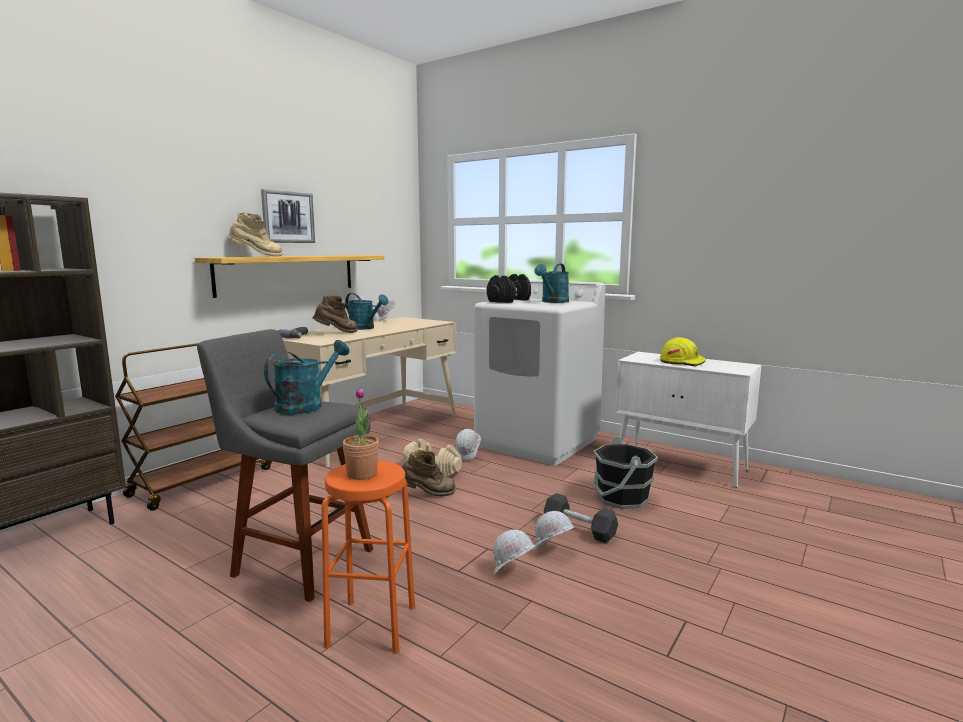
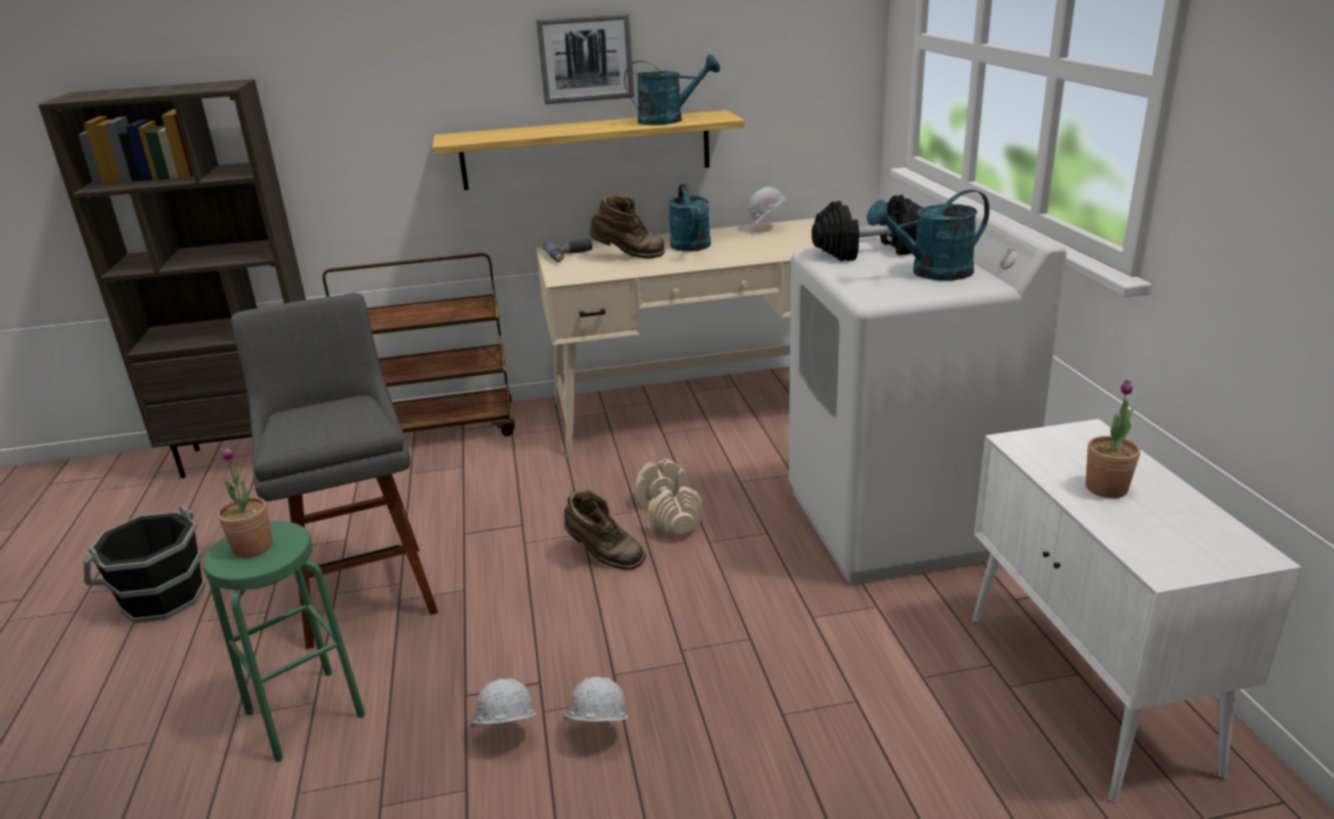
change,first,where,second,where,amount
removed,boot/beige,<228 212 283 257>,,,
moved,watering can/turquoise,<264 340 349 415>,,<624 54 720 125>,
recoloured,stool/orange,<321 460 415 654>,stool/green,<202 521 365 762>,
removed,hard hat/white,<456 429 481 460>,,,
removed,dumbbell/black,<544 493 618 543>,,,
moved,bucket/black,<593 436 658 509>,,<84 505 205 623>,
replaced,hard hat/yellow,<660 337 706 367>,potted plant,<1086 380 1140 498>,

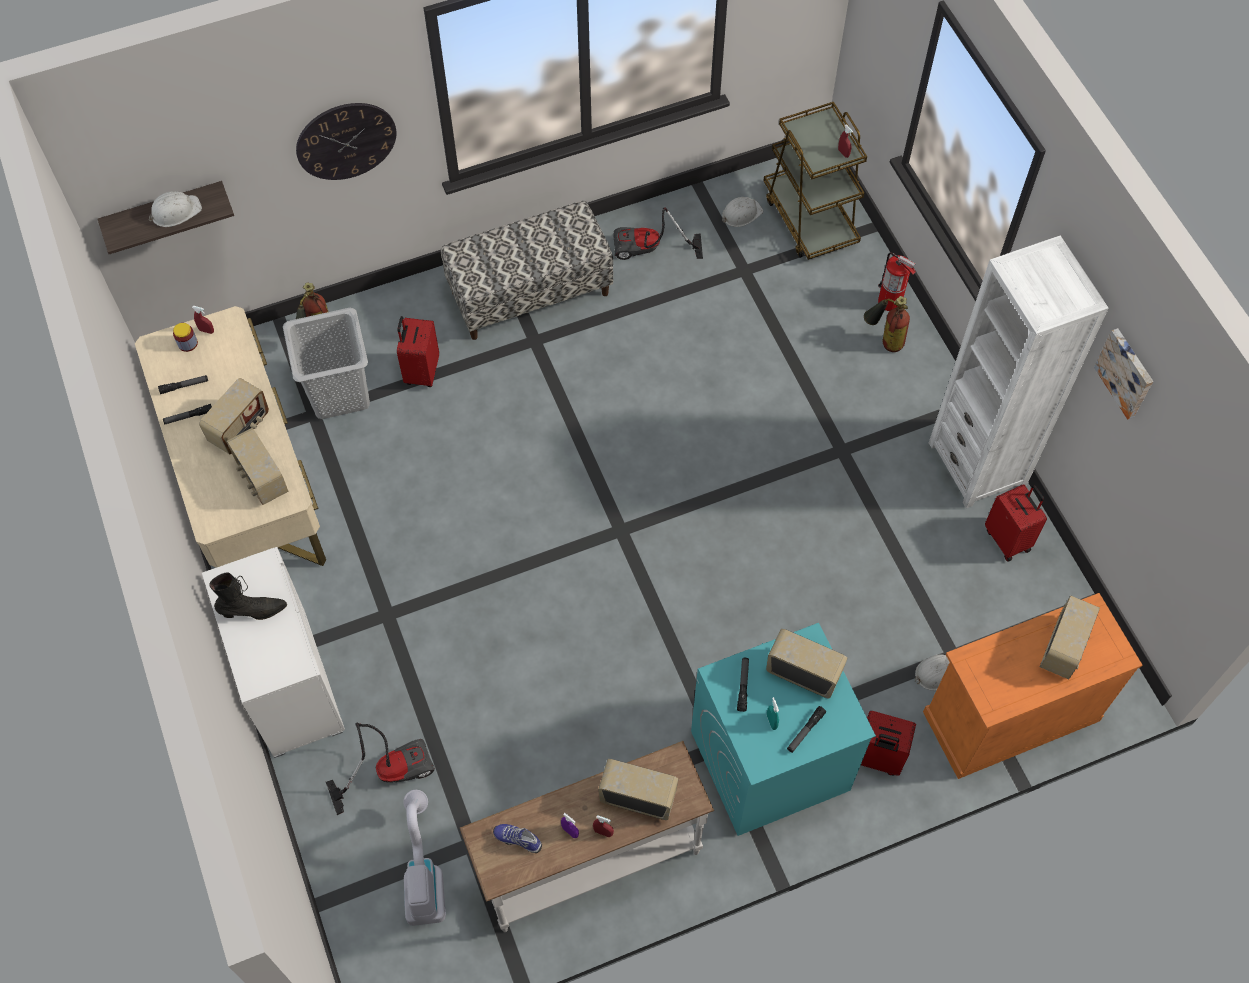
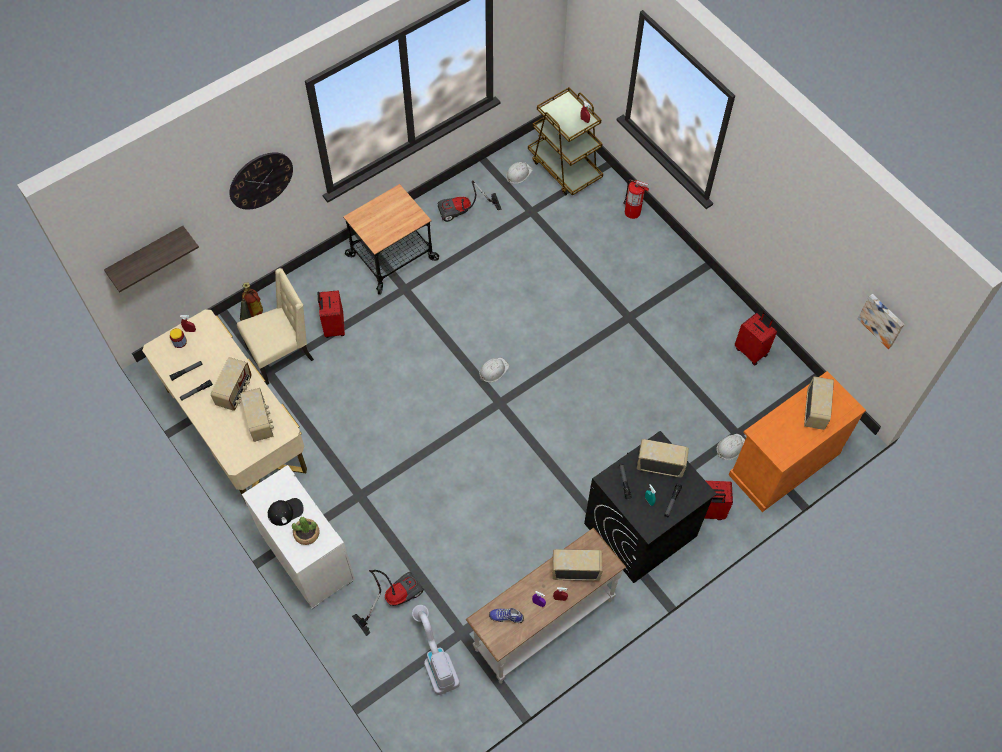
change,first,where,second,where,amount
moved,hard hat/white,<148 191 202 227>,,<479 358 509 382>,
replaced,boot/black,<210 572 287 620>,cap/black,<268 498 304 526>,
turned,radio,<227 428 288 505>,,<240 388 274 442>,150 degrees counterclockwise
replaced,laundry basket/grey,<283 308 370 419>,chair/beige,<237 268 314 385>,
replaced,bench,<441 201 613 340>,cart,<343 184 439 295>,
recoloured,washing machine/turquoise,<691 623 876 836>,washing machine/black,<584 431 717 583>,
removed,fire extinguisher,<864 296 910 352>,,,
removed,bookcase/white,<929 236 1109 508>,,,
moved,picture,<1094 328 1153 419>,,<858 294 904 349>,
added,,,potted plant,<292 517 319 545>,

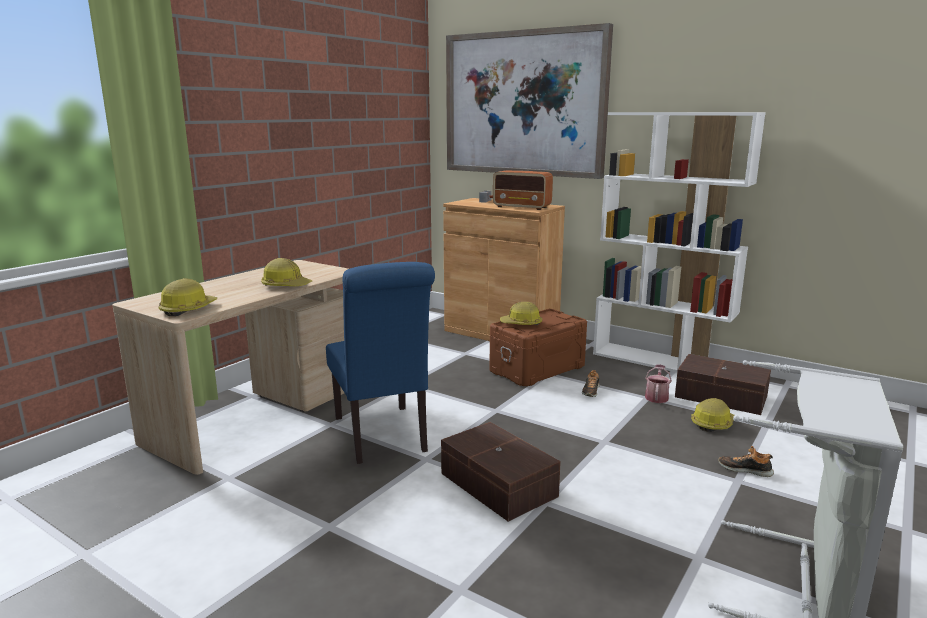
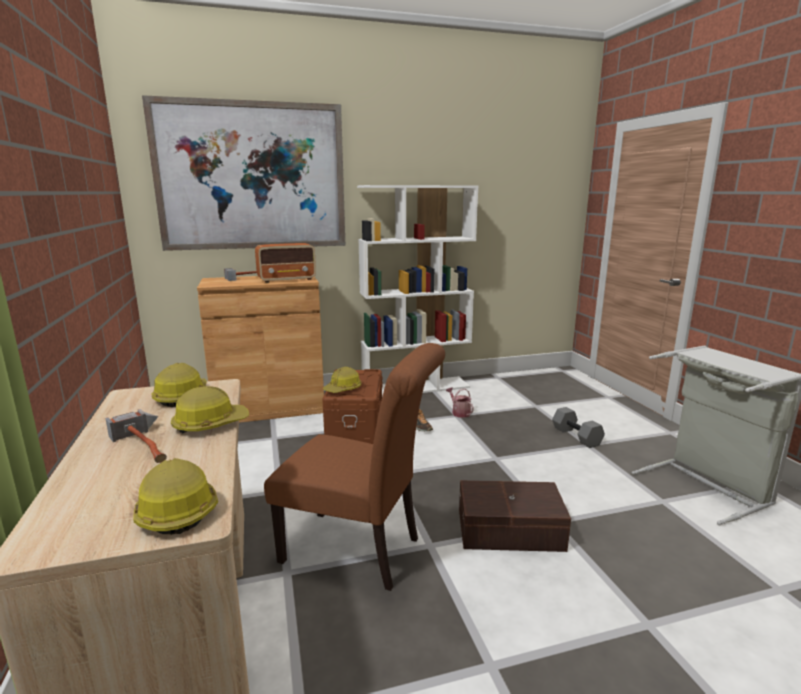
change,first,where,second,where,amount
recoloured,chair/blue,<326 262 435 464>,chair/brown,<264 343 445 591>,
removed,storage box/brown,<675 354 771 415>,,,
moved,hard hat,<691 398 735 432>,,<151 363 207 407>,
replaced,shoe,<718 446 774 477>,dumbbell/grey,<552 407 605 448>,
added,,,hammer,<105 409 167 463>,

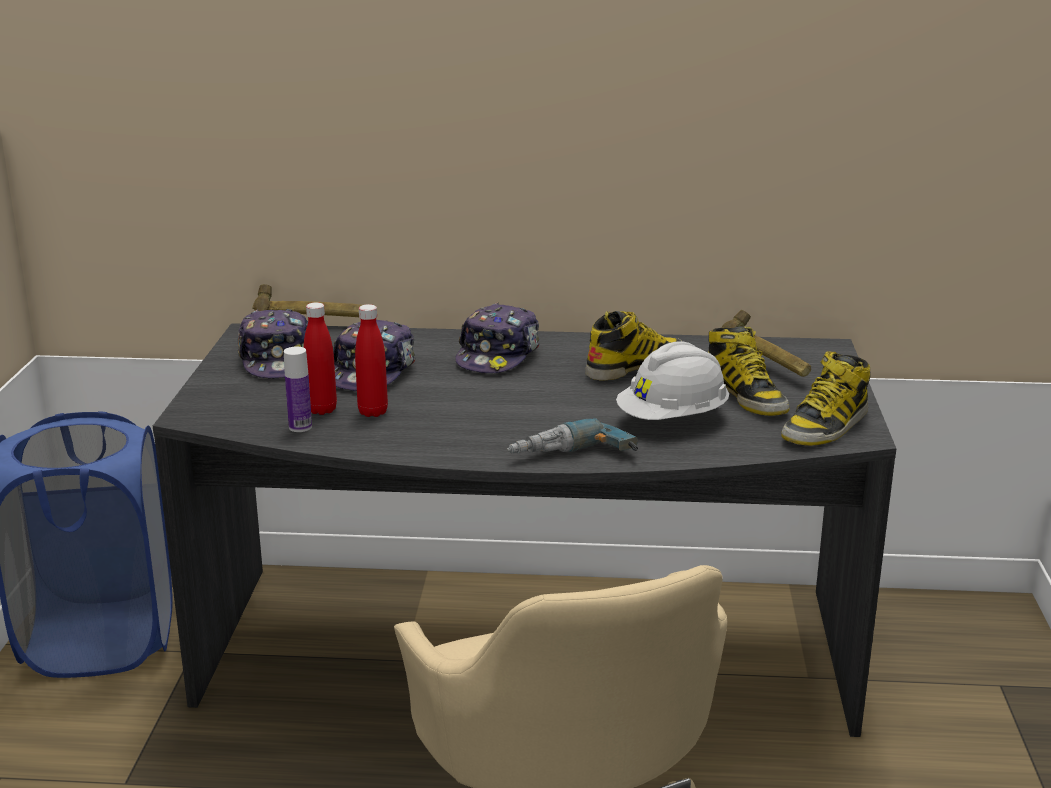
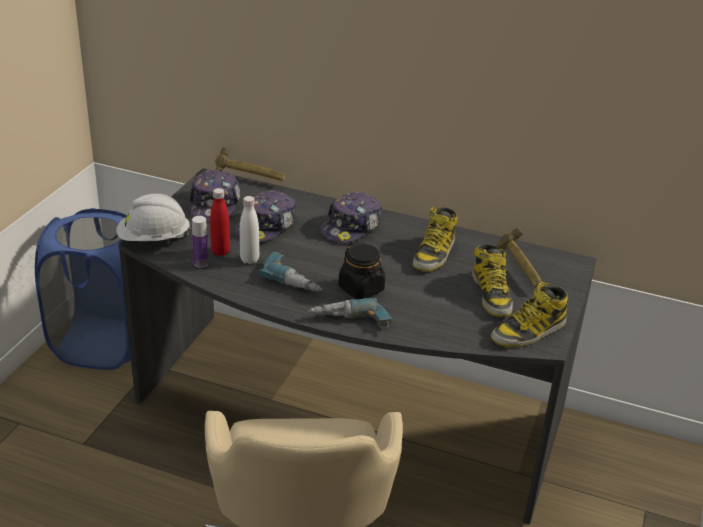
change,first,where,second,where,amount
recoloured,bottle/red,<355 304 388 417>,bottle/white,<240 196 259 264>,
turned,boot,<585 311 683 381>,,<413 207 458 271>,135 degrees clockwise
moved,hard hat/white,<616 342 729 420>,,<117 194 191 241>,
added,,,power drill,<259 251 322 292>,
added,,,jar/black,<338 243 385 299>,

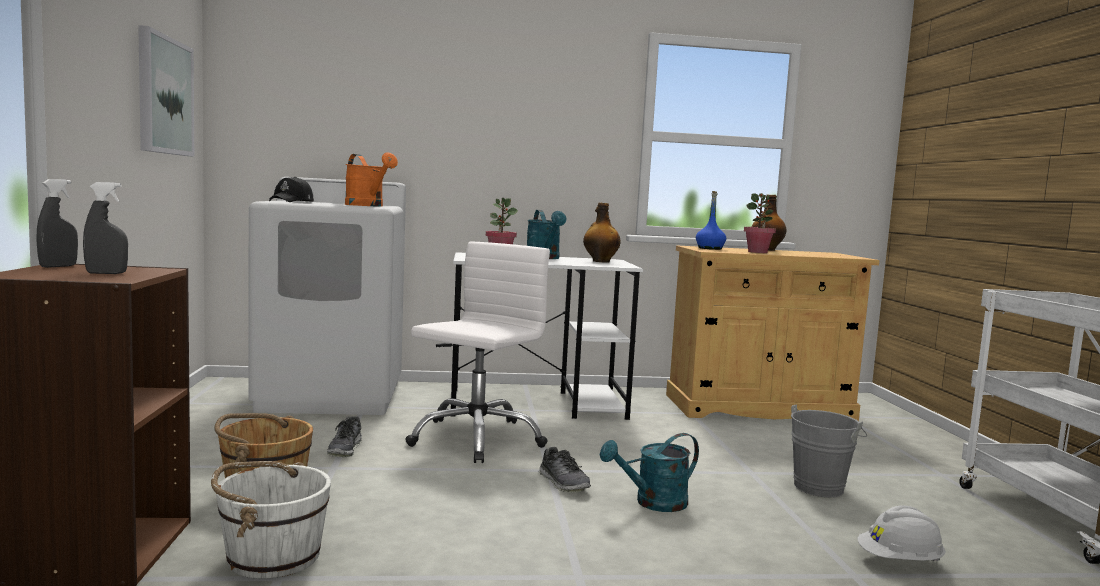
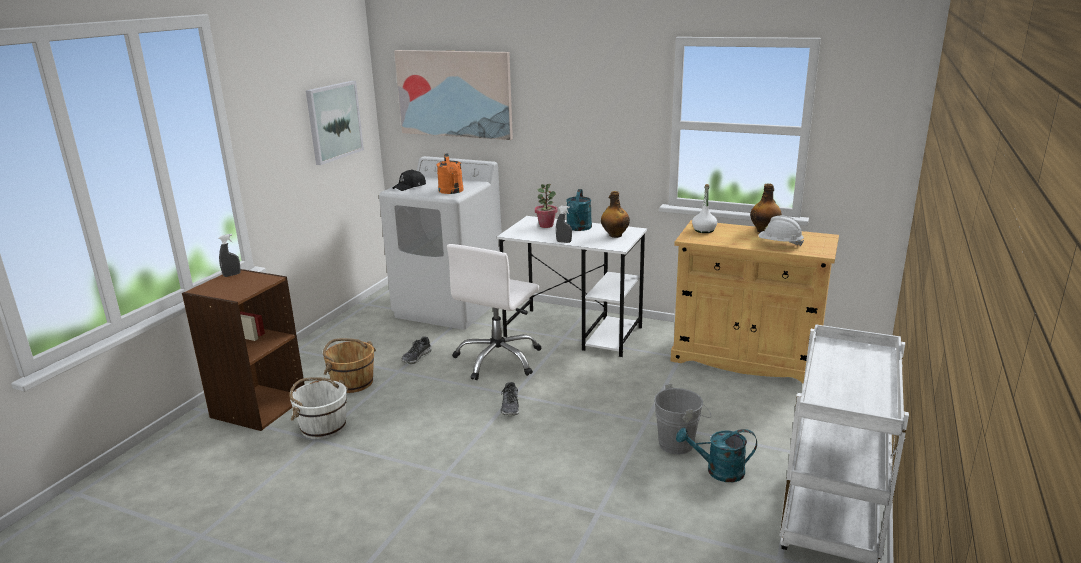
change,first,where,second,where,amount
moved,spray bottle/grey,<83 182 128 274>,,<556 206 572 243>,
turned,office chair/white,<405 242 550 463>,,<447 244 541 380>,150 degrees clockwise
moved,watering can/turquoise,<600 433 699 512>,,<676 428 757 482>,
recoloured,bottle/blue,<696 191 726 250>,bottle/white,<692 184 717 233>,
removed,potted plant,<744 193 776 253>,,,
moved,hard hat/white,<857 505 946 562>,,<758 216 804 246>,
added,,,picture,<394 50 513 140>,

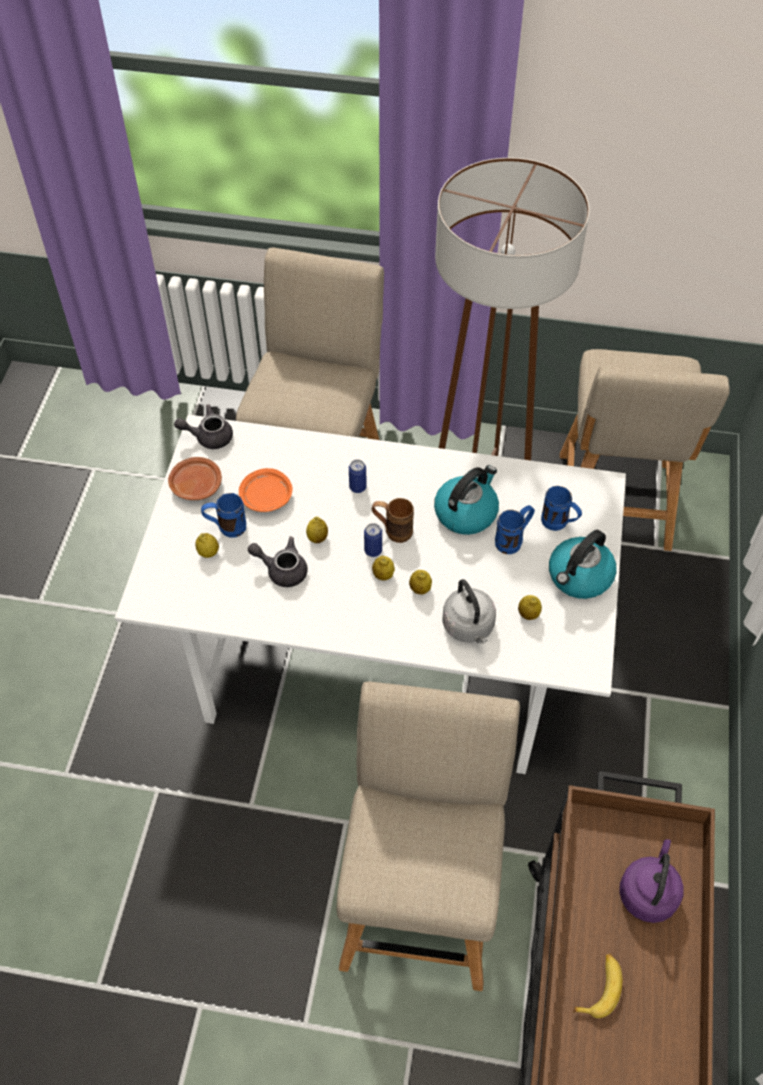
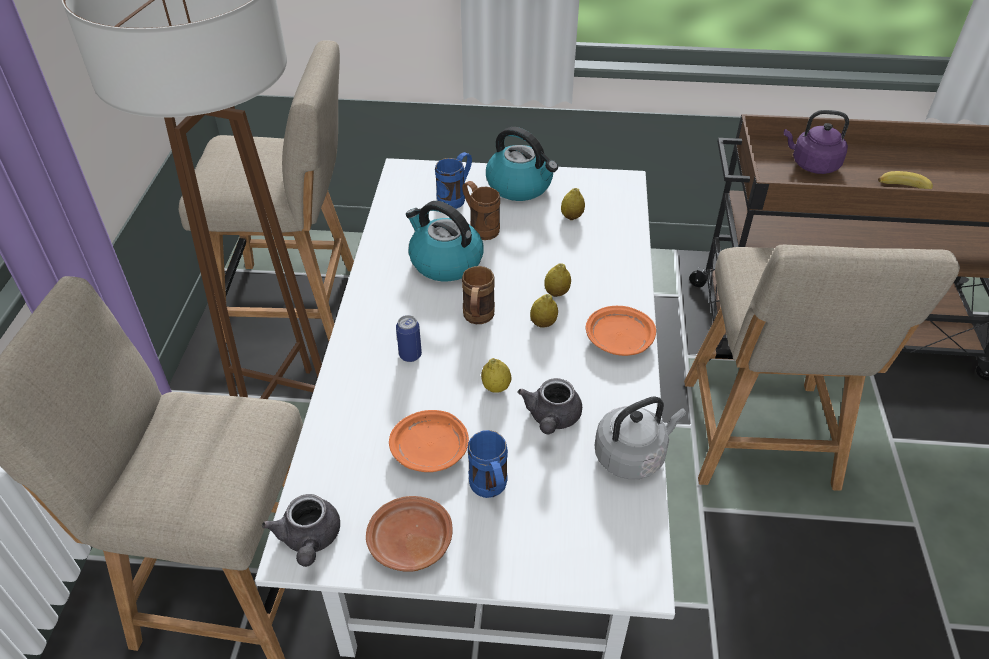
change,first,where,second,where,amount
removed,lemon,<195 533 219 558>,,,
turned,chair/beige,<337 682 520 991>,,<684 245 960 491>,90 degrees counterclockwise
removed,can,<364 523 382 557>,,,
moved,kettle/grey,<442 579 496 644>,,<594 396 686 479>,
recoloured,mug/blue,<495 505 535 554>,mug/brown,<462 181 500 240>,
added,,,plate/orange,<586 306 656 356>,

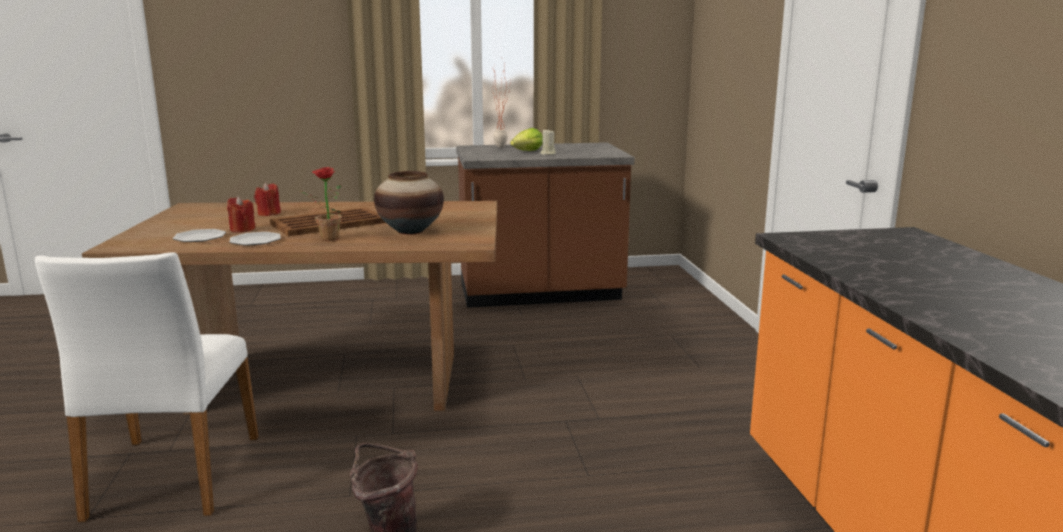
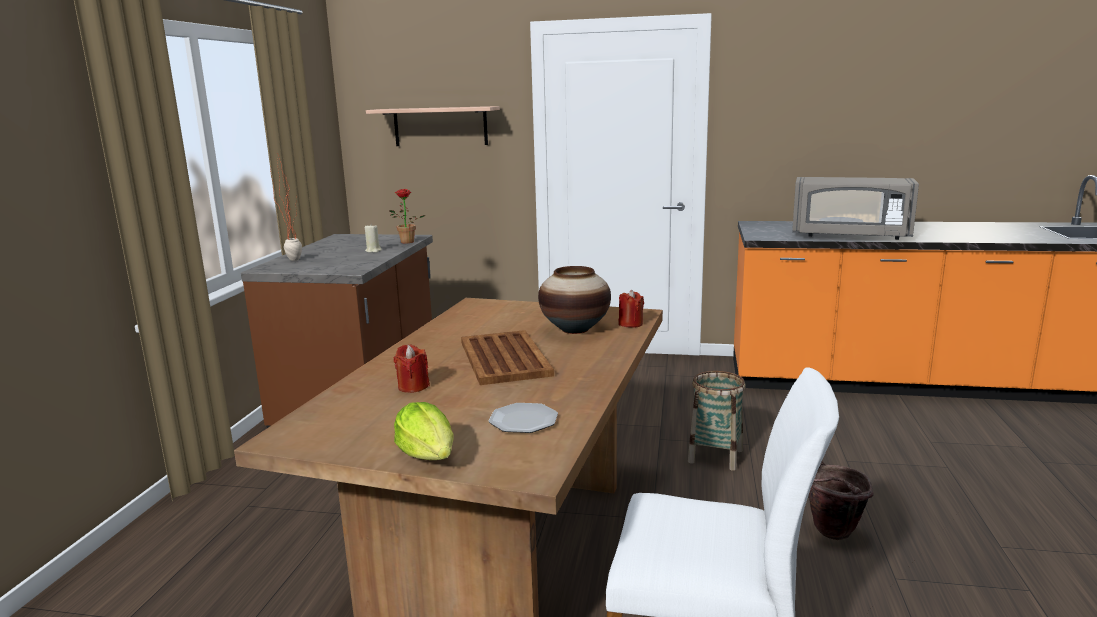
change,first,where,second,where,amount
moved,candle/red,<227 196 255 233>,,<619 290 644 328>,
removed,plate,<230 232 281 245>,,,
moved,potted plant,<300 167 342 241>,,<389 189 426 243>,
moved,lettuce,<510 128 543 151>,,<394 402 453 460>,
added,,,shelf,<366 106 500 146>,
added,,,basket,<688 371 746 471>,
added,,,microwave/grey,<792 177 919 240>,

